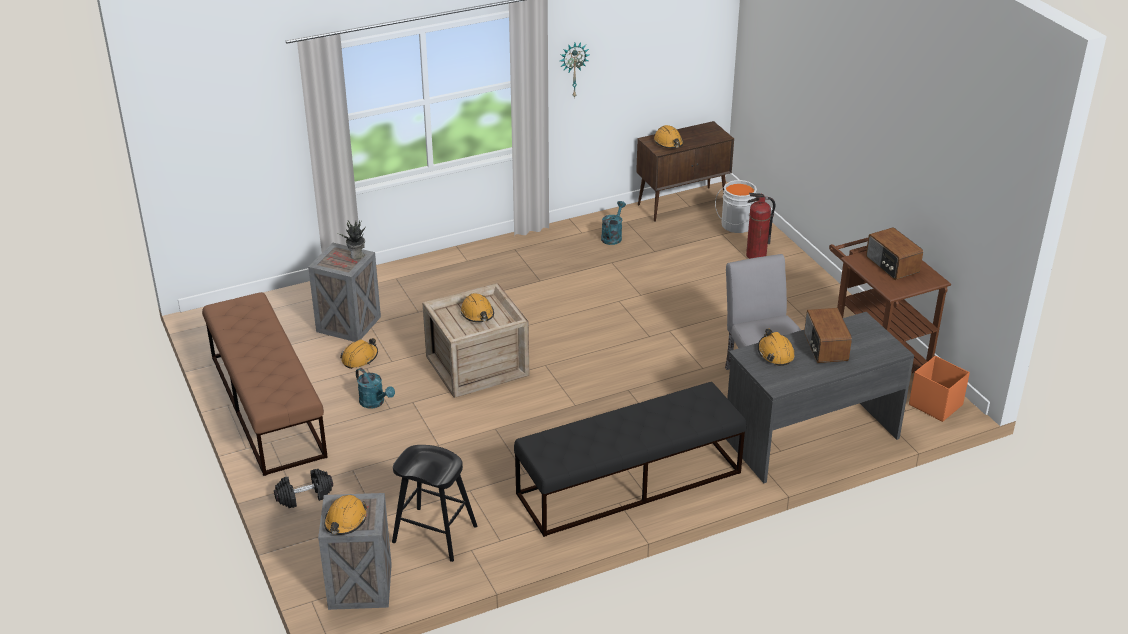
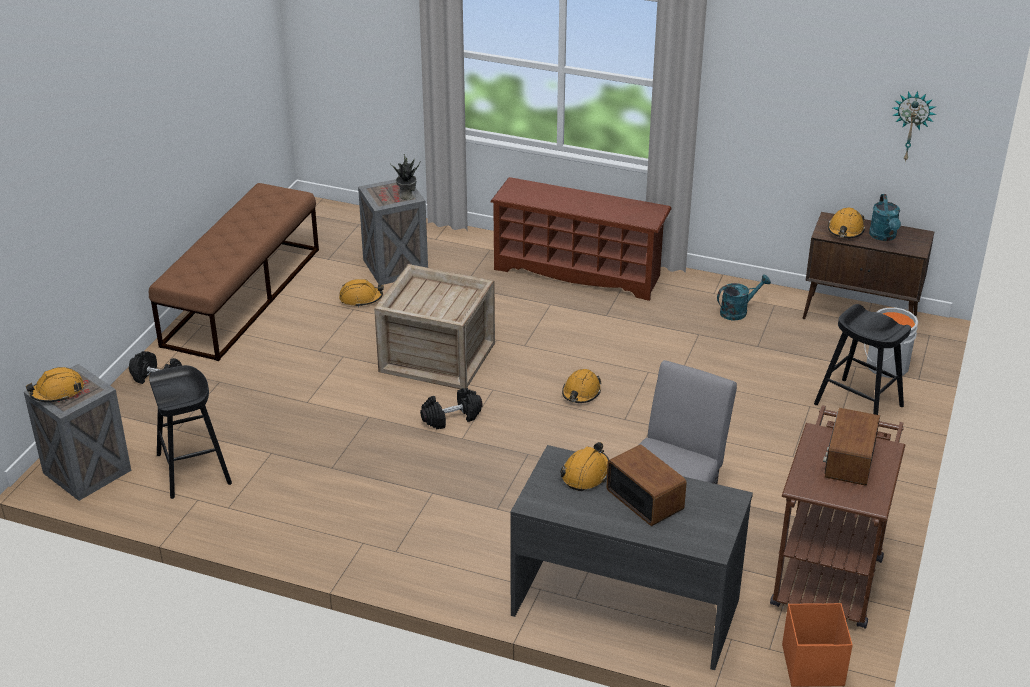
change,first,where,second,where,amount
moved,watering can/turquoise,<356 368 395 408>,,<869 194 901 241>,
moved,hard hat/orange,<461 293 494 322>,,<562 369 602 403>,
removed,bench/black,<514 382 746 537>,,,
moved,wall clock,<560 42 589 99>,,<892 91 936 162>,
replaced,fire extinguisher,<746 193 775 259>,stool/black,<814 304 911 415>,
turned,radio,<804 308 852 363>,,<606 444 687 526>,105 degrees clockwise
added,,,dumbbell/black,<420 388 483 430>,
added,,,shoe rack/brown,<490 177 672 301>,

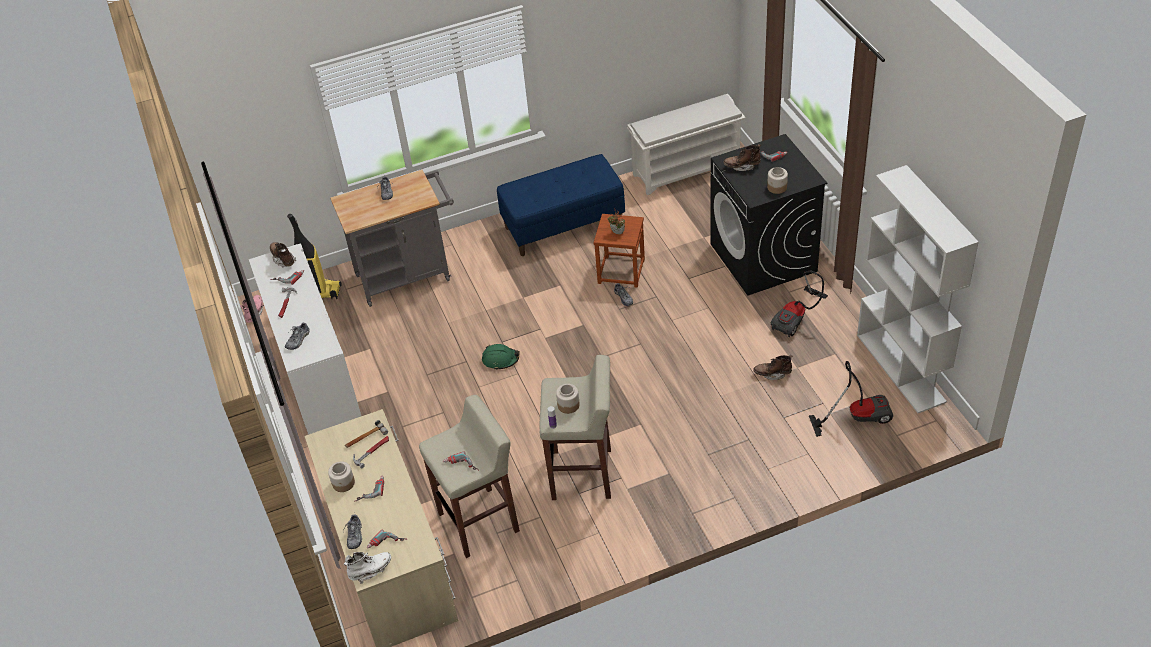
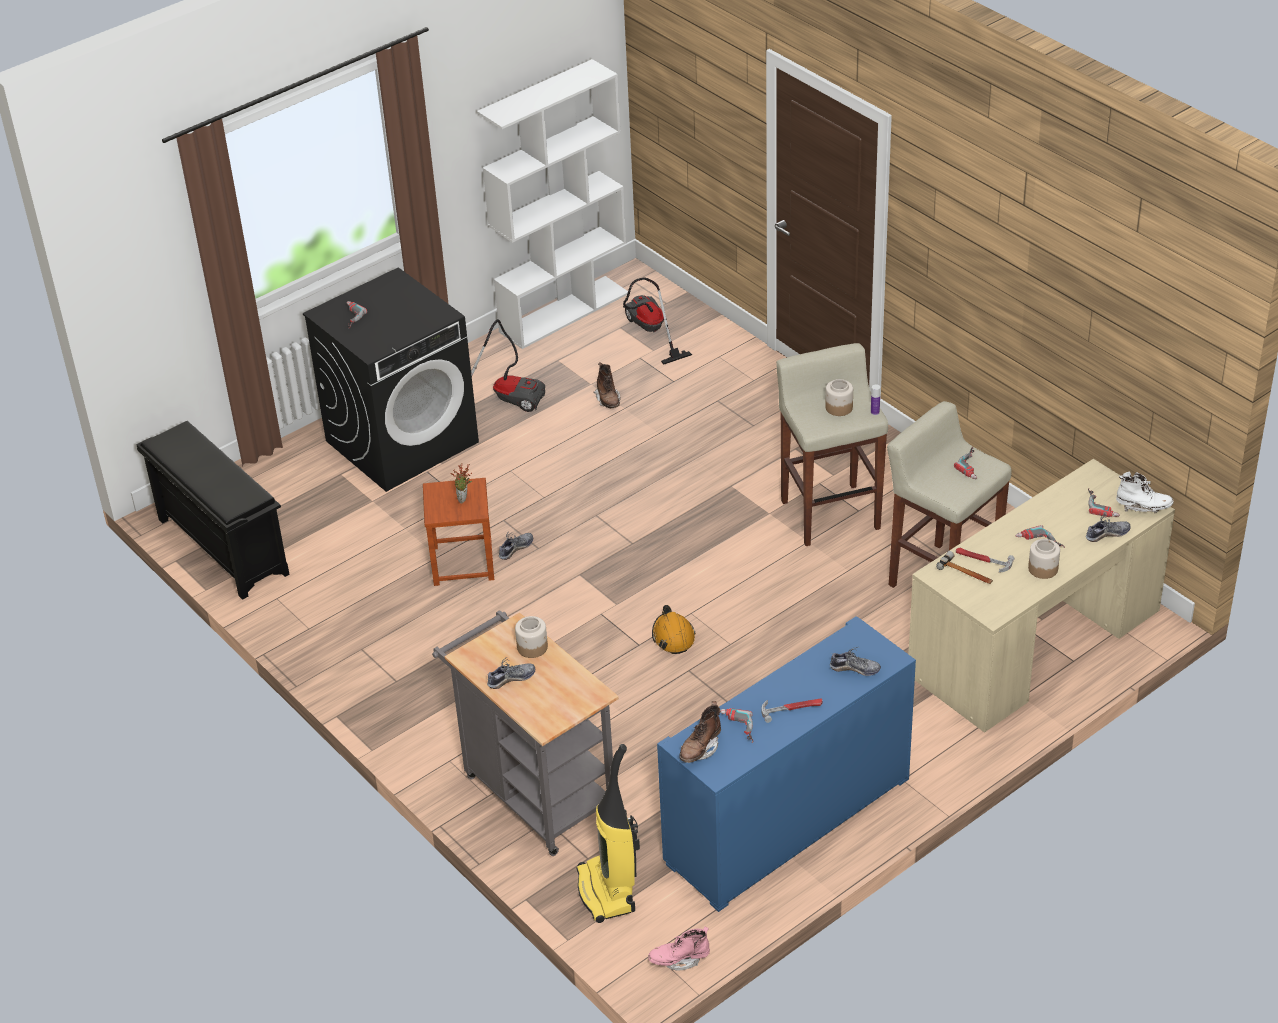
change,first,where,second,where,amount
recoloured,cabinet/white,<249 243 361 435>,cabinet/blue,<657 616 916 912>,
turned,boot/white,<344 552 391 584>,,<1116 472 1174 513>,150 degrees clockwise
recoloured,hard hat/green,<482 344 520 370>,hard hat/orange,<652 605 696 654>,
removed,bench/blue,<497 154 625 256>,,,
recoloured,shoe rack/white,<627 94 746 195>,shoe rack/black,<136 421 289 600>,
removed,boot/brown,<723 144 761 171>,,,
moved,jar,<767 167 788 194>,,<515 616 548 658>,

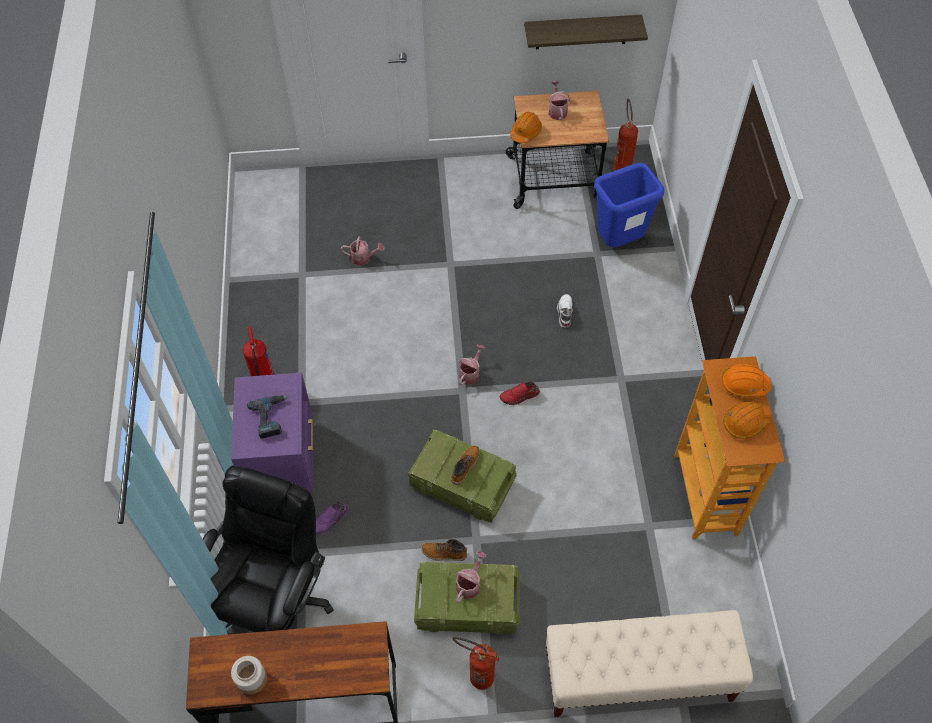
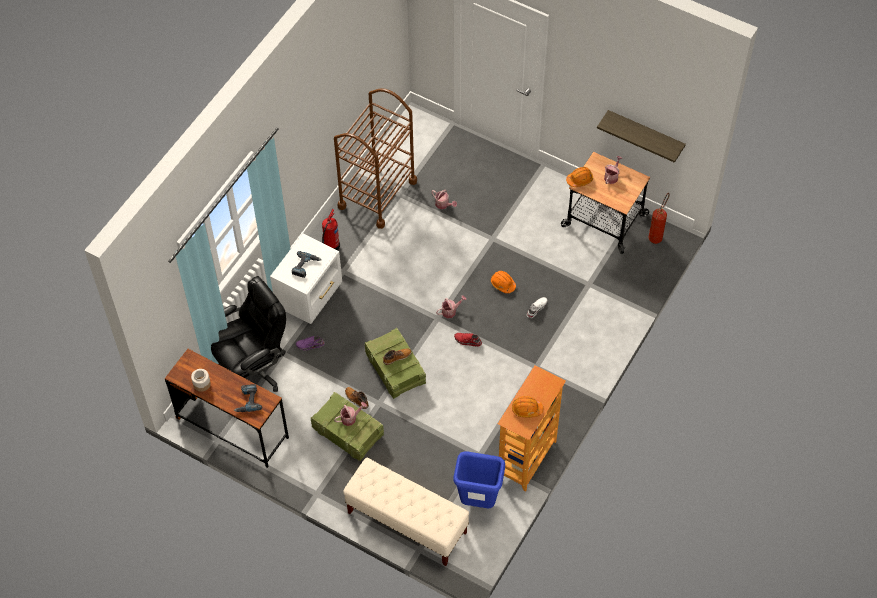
change,first,where,second,where,amount
recoloured,nightstand/purple,<231 373 313 493>,nightstand/white,<270 234 342 324>,
removed,fire extinguisher,<452 637 500 690>,,,
moved,trash can/blue,<594 163 664 247>,,<453 451 505 508>,
moved,hard hat/orange,<722 364 771 397>,,<491 271 516 293>,
added,,,power drill,<234 384 262 412>,
added,,,cart/brown,<334 88 417 229>,

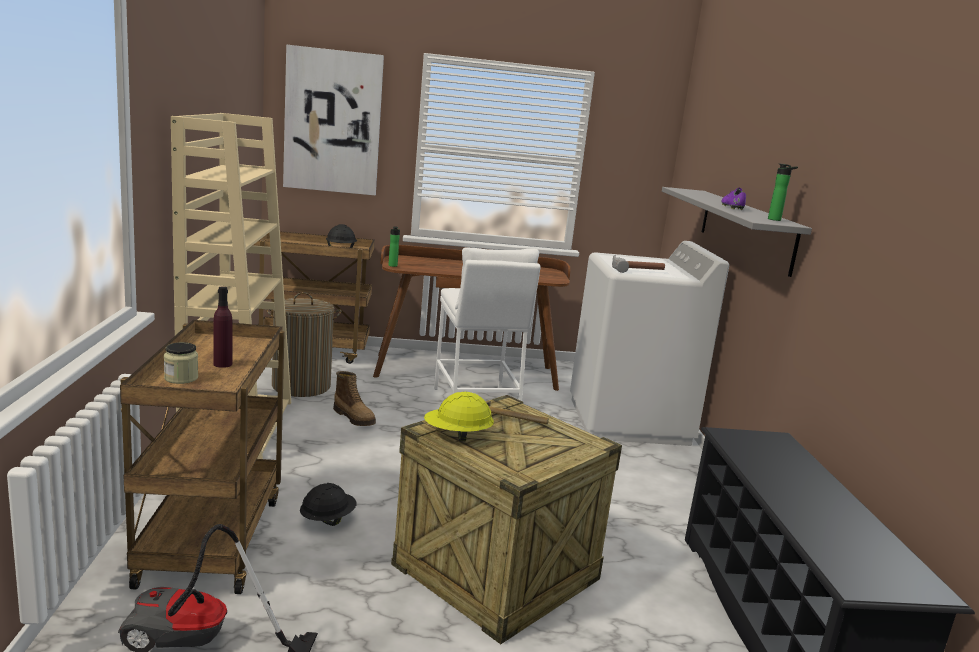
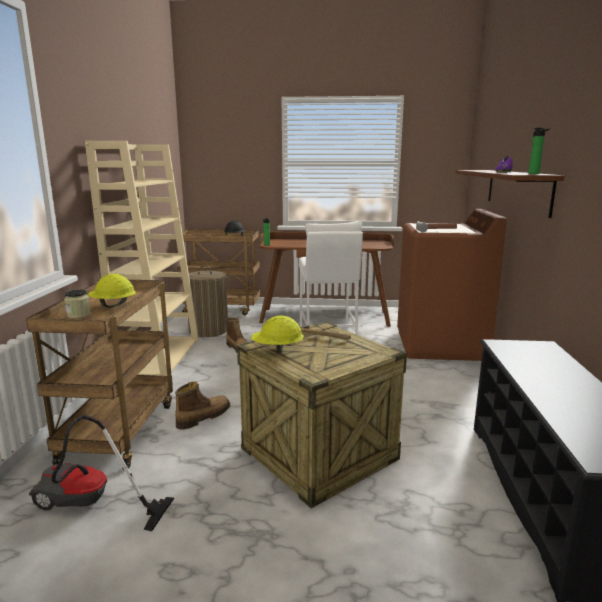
change,first,where,second,where,amount
replaced,bottle/purple,<214 286 233 368>,hard hat/yellow,<88 274 136 307>,
removed,picture,<283 45 384 195>,,,
replaced,hard hat/black,<300 483 357 526>,boot,<175 381 230 430>,
recoloured,washing machine/white,<570 241 729 446>,washing machine/brown,<397 209 507 361>,
recoloured,shelf/grey,<662 187 812 277>,shelf/brown,<455 170 564 218>,

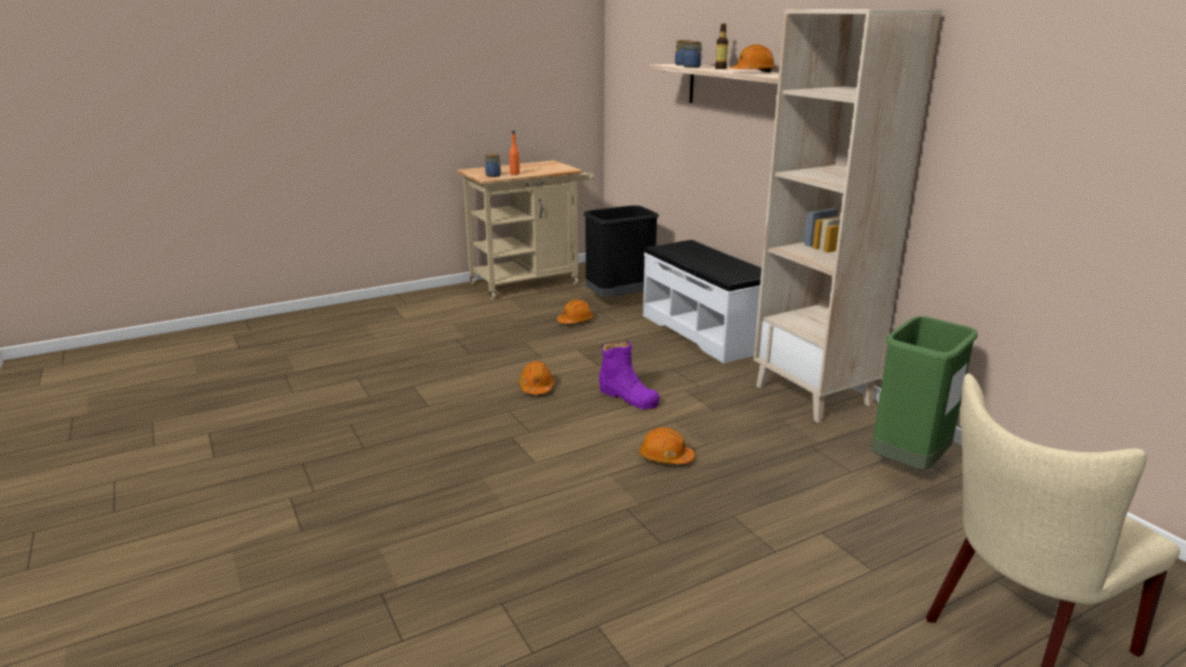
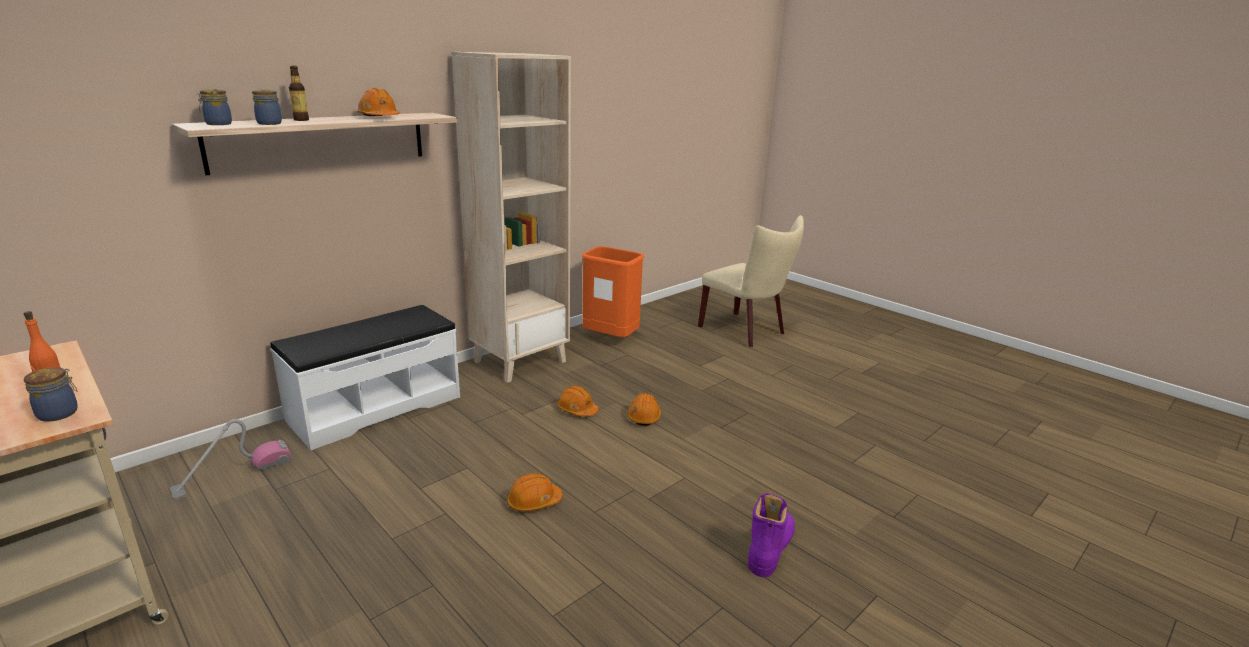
change,first,where,second,where,amount
moved,hard hat/orange,<557 299 594 324>,,<557 386 599 416>,
replaced,trash can/black,<584 205 659 297>,vacuum cleaner,<170 419 291 500>,
moved,boot/purple,<599 341 660 410>,,<748 493 795 577>,
recoloured,trash can/green,<871 316 978 470>,trash can/orange,<582 246 644 337>,

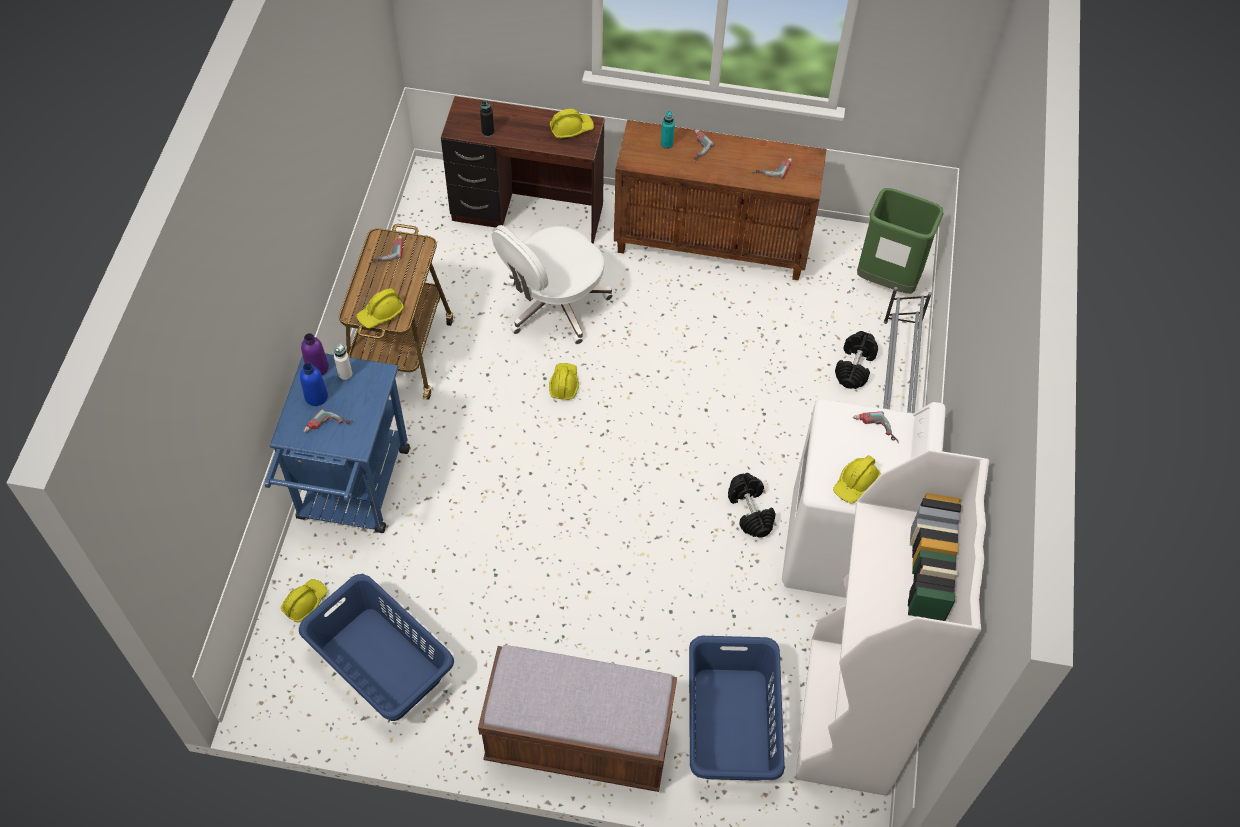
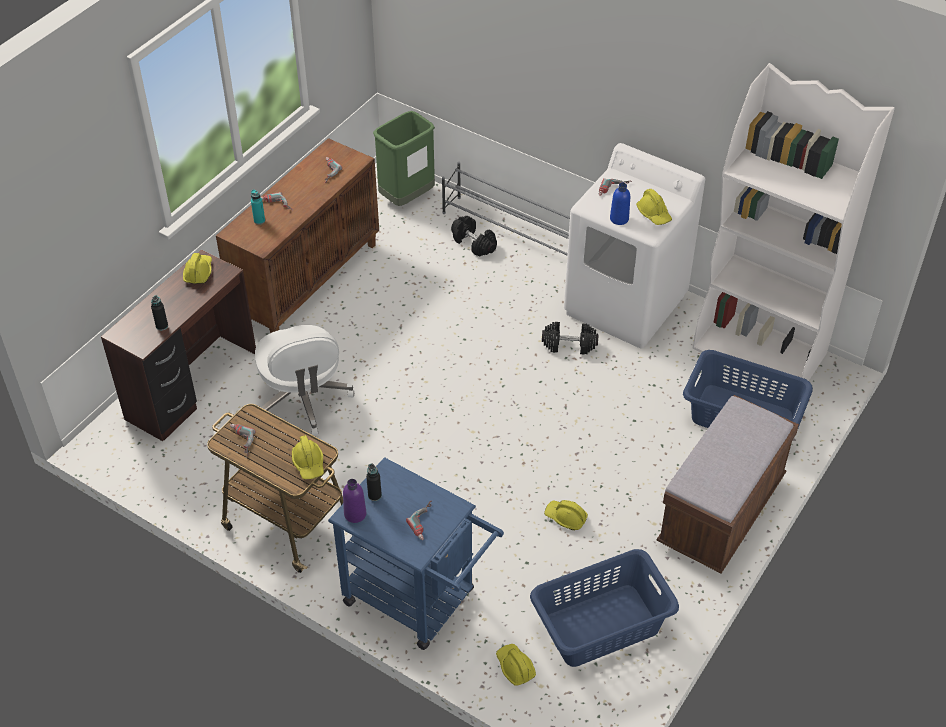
change,first,where,second,where,amount
moved,bottle/blue,<300 363 328 406>,,<610 183 630 225>,
recoloured,bottle/white,<334 344 353 381>,bottle/black,<366 464 382 501>,
moved,hard hat/yellow,<549 363 579 399>,,<544 500 588 530>,

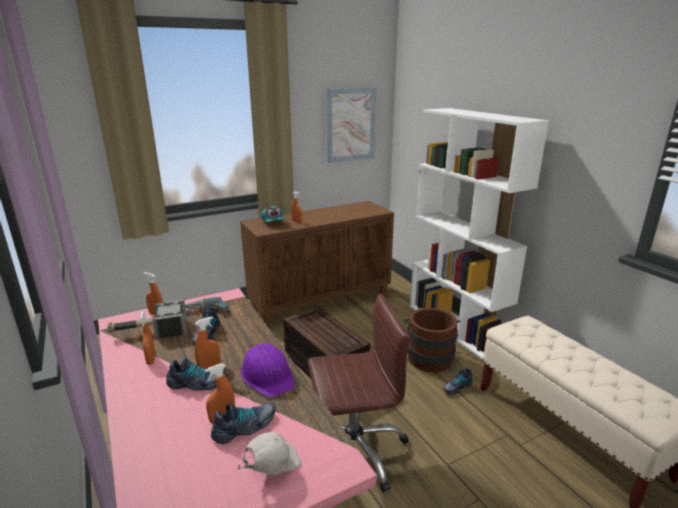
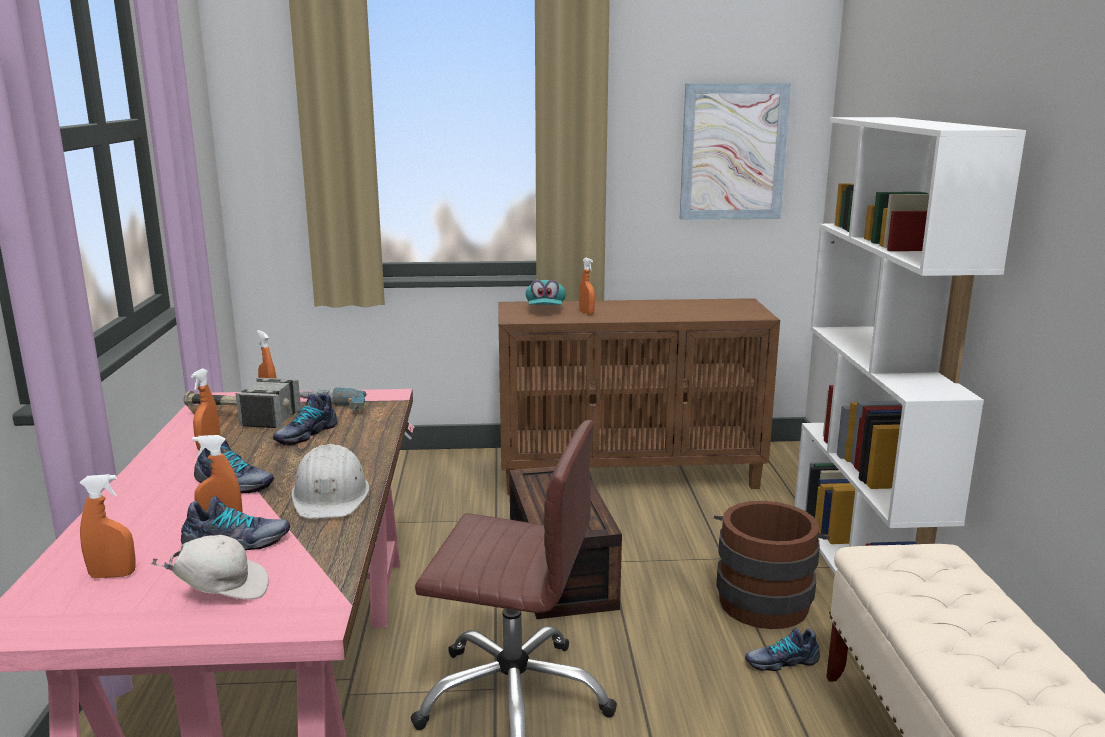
change,first,where,second,where,amount
moved,spray bottle/orange,<195 317 221 369>,,<80 474 135 578>,
recoloured,hard hat/purple,<241 344 295 397>,hard hat/white,<291 444 369 519>,

